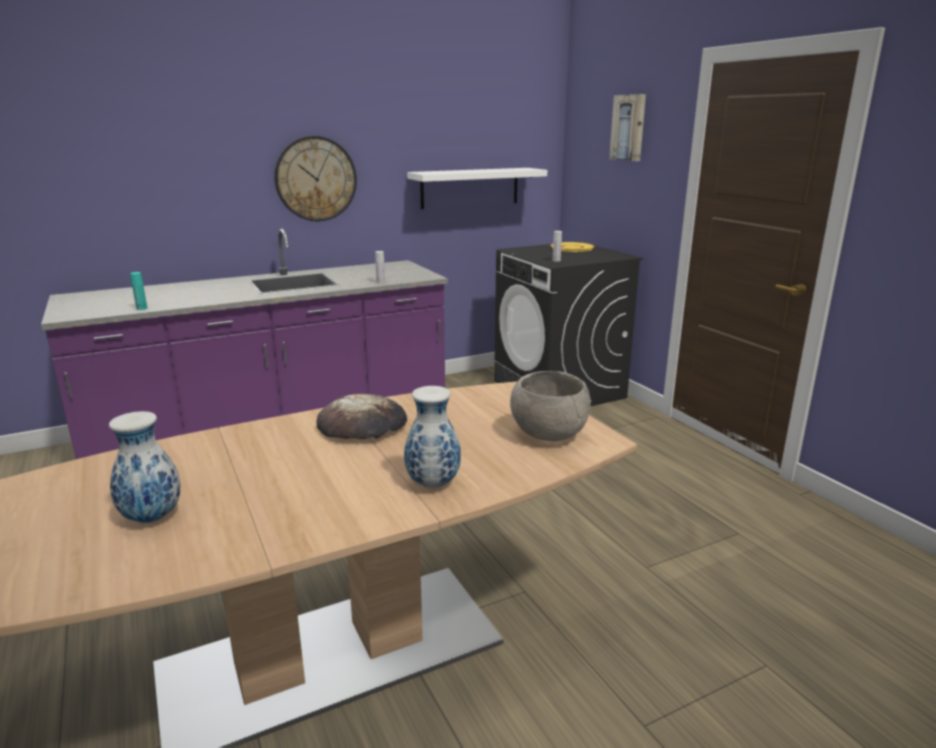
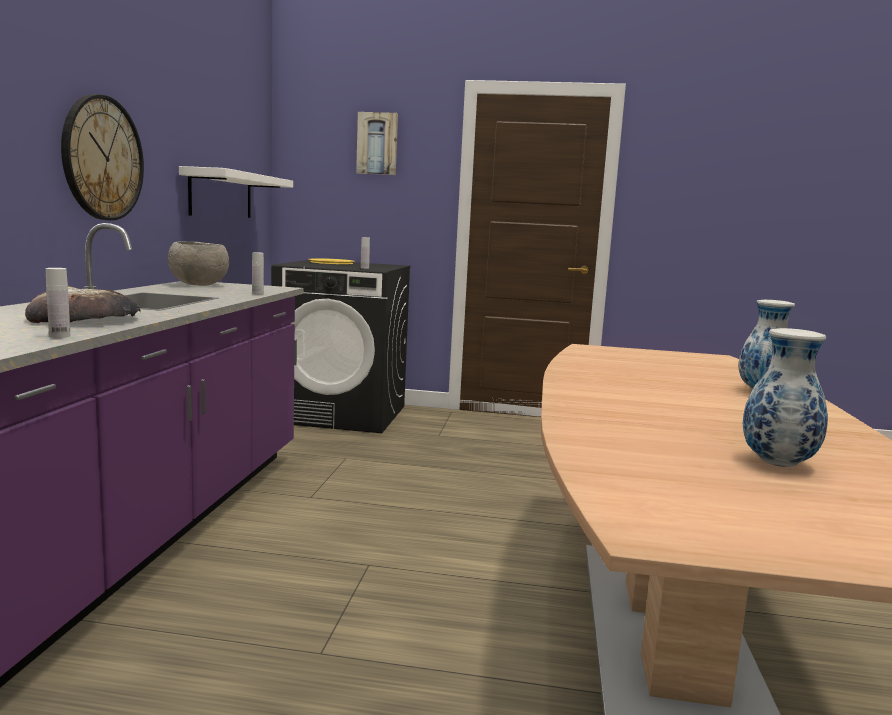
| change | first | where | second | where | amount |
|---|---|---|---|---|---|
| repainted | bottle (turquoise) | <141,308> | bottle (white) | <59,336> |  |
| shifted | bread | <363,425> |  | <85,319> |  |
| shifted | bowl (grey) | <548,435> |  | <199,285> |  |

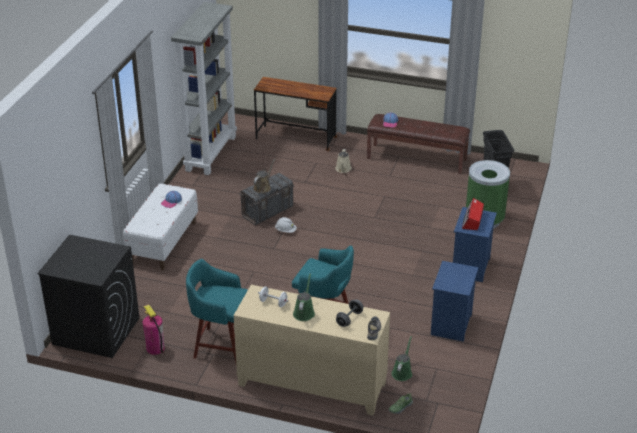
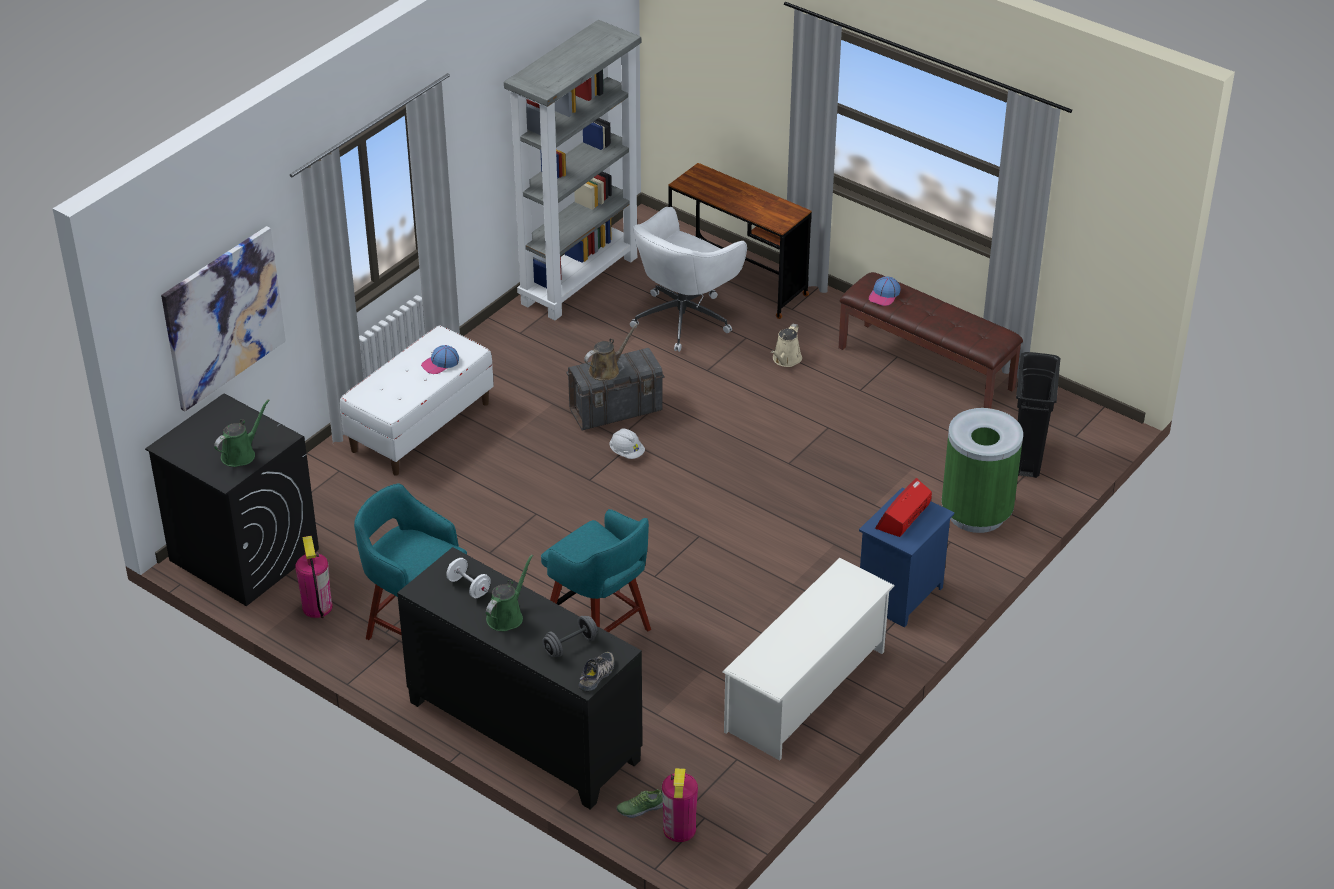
| change | first | where | second | where | amount |
|---|---|---|---|---|---|
| repainted | cabinet (beige) | <311,384> | cabinet (black) | <522,732> |  |
| shifted | watering can (green) | <402,372> |  | <241,454> |  |
| swapped | nightstand (blue) | <452,325> | shoe rack (white) | <806,691> |  |
| new |  |  | picture | <223,317> |  |
| new |  |  | office chair (white) | <684,318> |  |
| new |  |  | fire extinguisher | <679,829> |  |

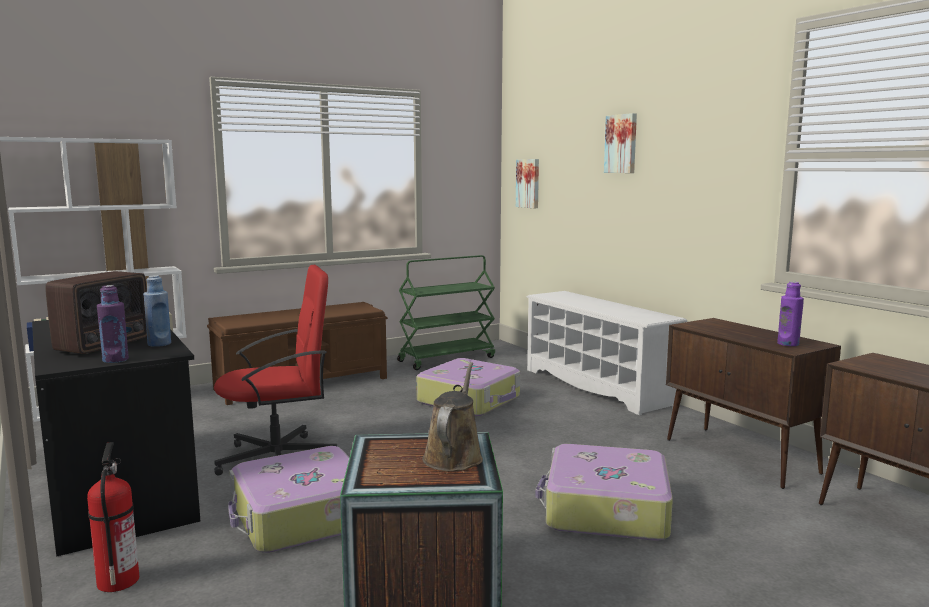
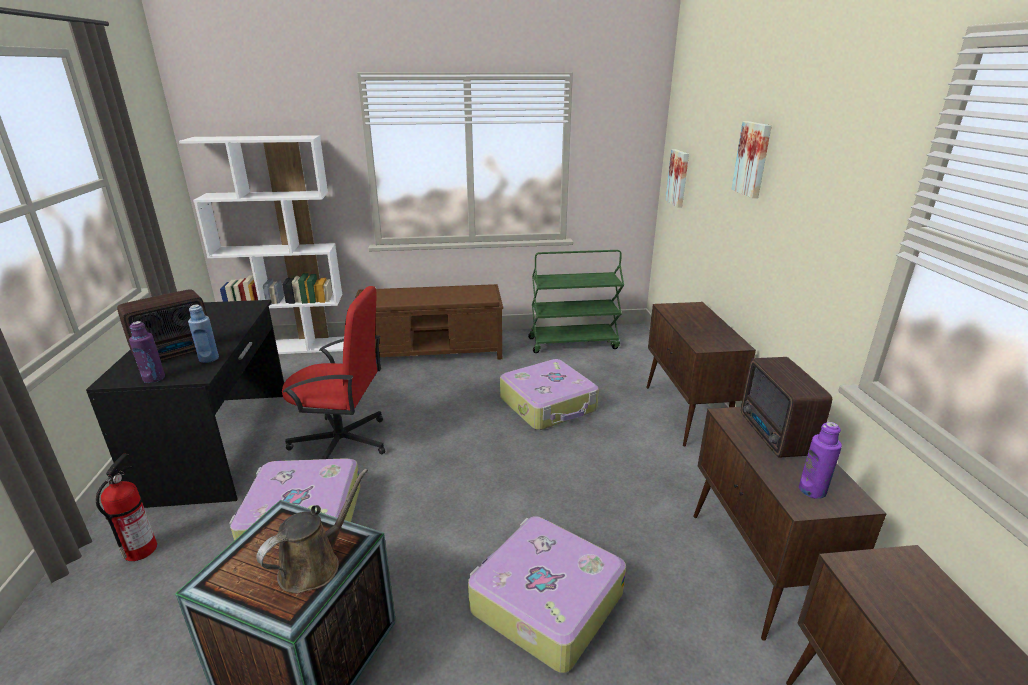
| change | first | where | second | where | amount |
|---|---|---|---|---|---|
| swapped | shoe rack (white) | <598,386> | cabinet (brown) | <686,414> |  |
| new |  |  | radio | <774,436> |  |

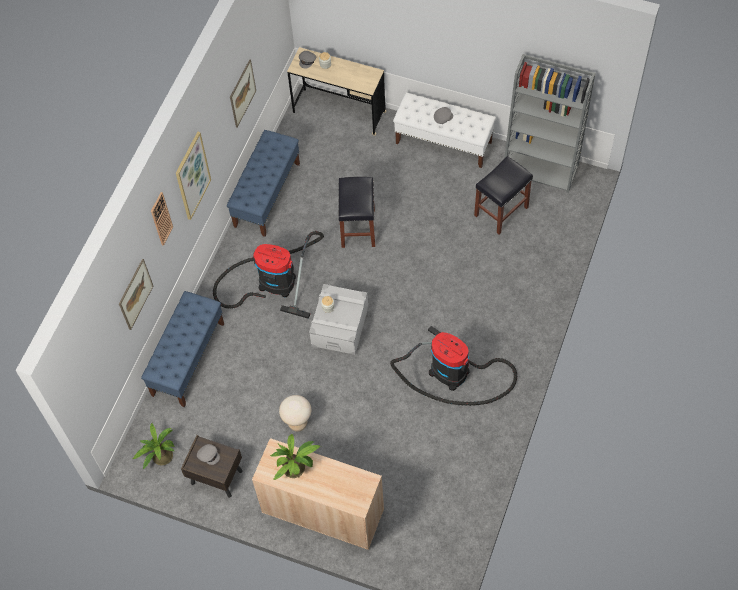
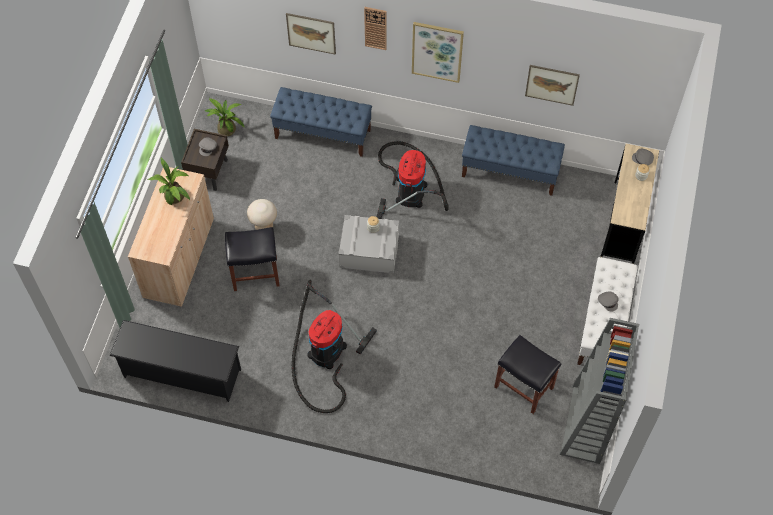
| change | first | where | second | where | amount |
|---|---|---|---|---|---|
| shifted | stool (black) | <358,229> |  | <254,274> |  |
| new |  |  | shoe rack (black) | <181,373> |  |

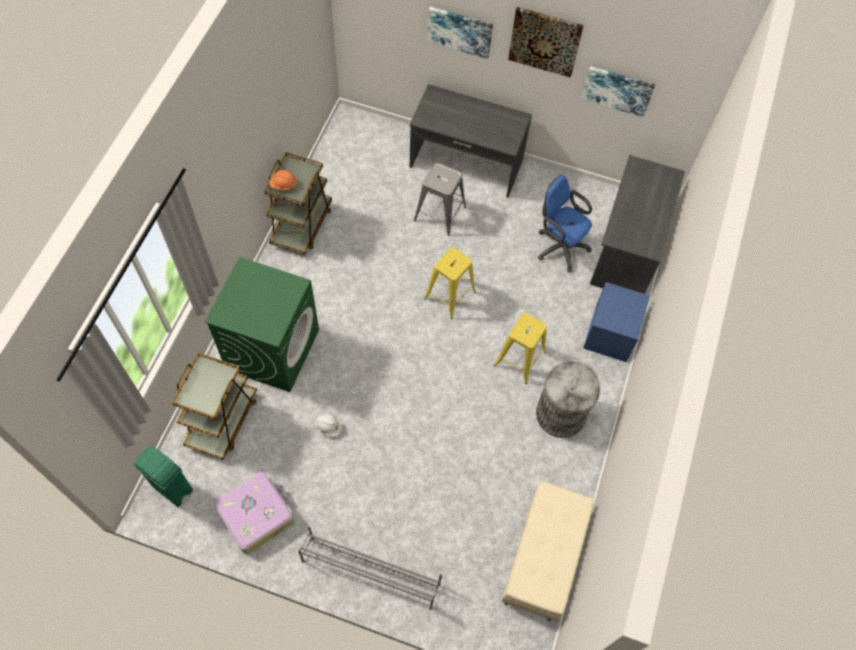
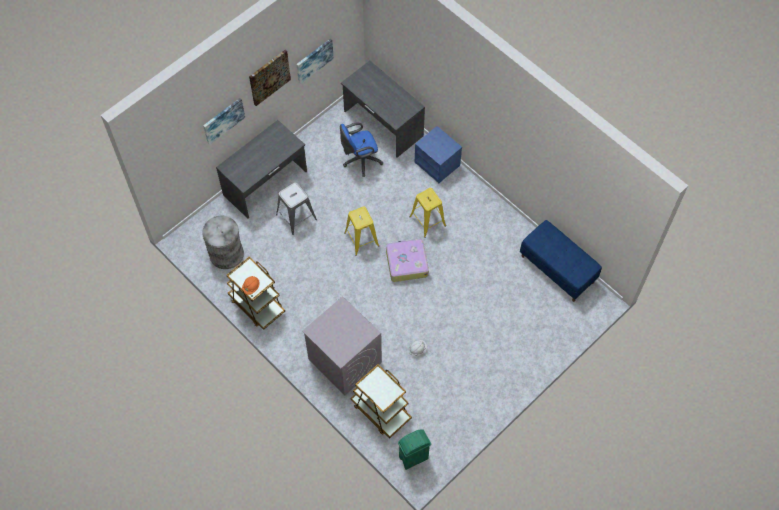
| change | first | where | second | where | amount |
|---|---|---|---|---|---|
| repainted | washing machine (green) | <273,349> | washing machine (grey) | <344,360> |  |
| shifted | suitcase | <256,514> |  | <406,263> |  |
| gone | shoe rack (grey) | <370,572> |  |  |  |
| repainted | bench (beige) | <543,559> | bench (blue) | <557,269> |  |
| shifted | trash can (grey) | <561,414> |  | <226,254> |  |

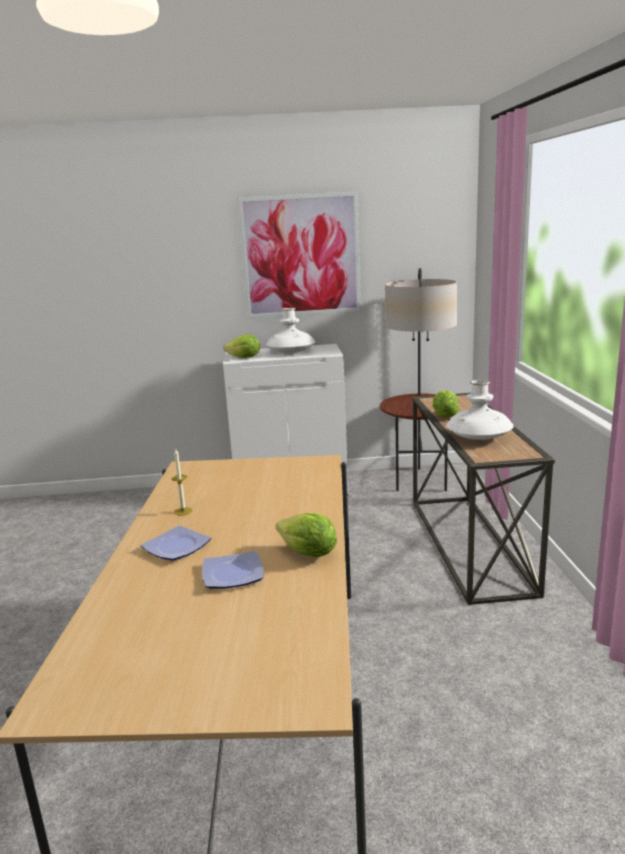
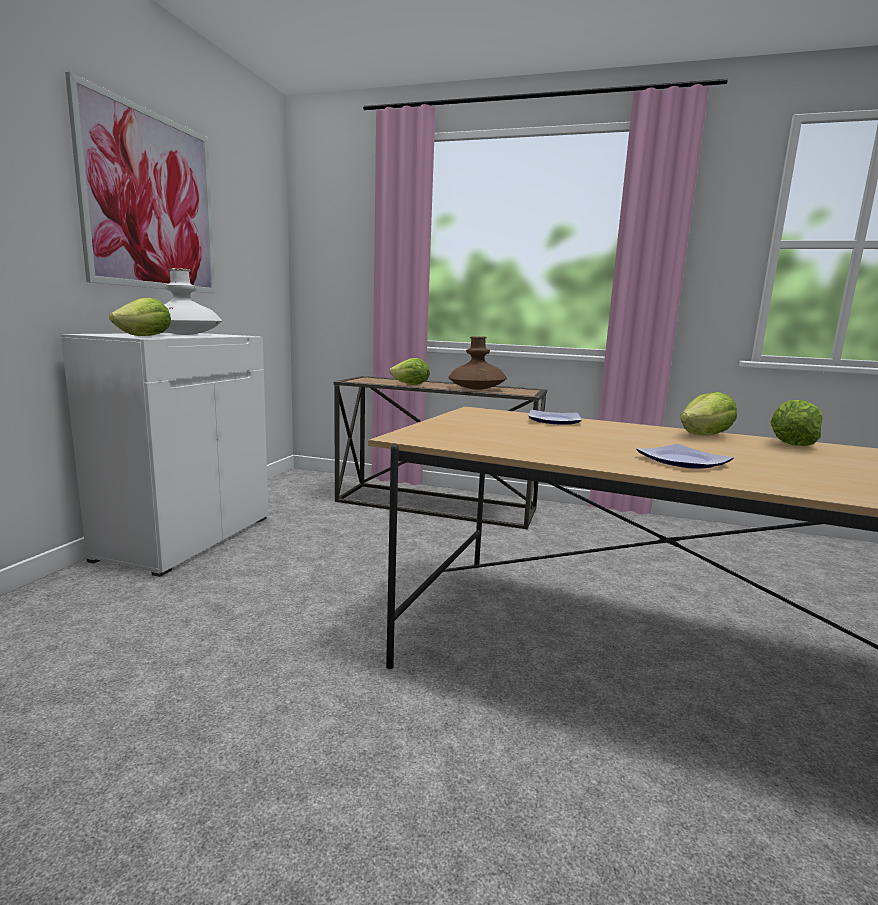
| change | first | where | second | where | amount |
|---|---|---|---|---|---|
| gone | candle | <183,511> |  |  |  |
| shifted | plate | <234,573> |  | <553,421> |  |
| gone | floor lamp | <420,481> |  |  |  |
| repainted | vase (white) | <479,437> | vase (brown) | <476,389> |  |
| new |  |  | lettuce | <792,445> |  |

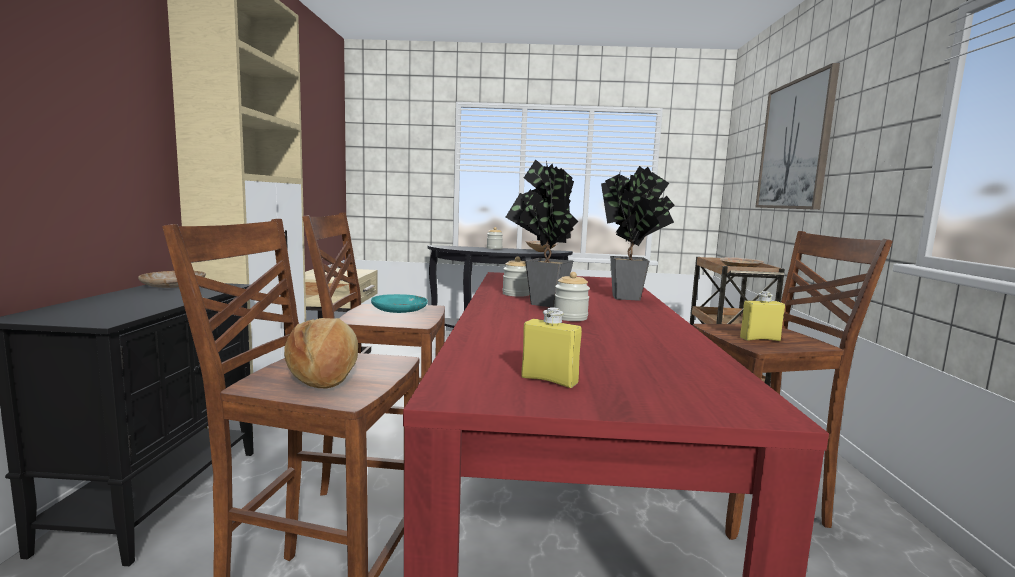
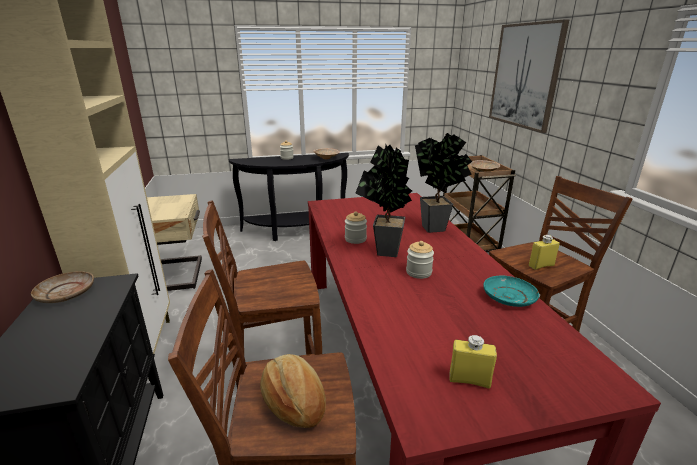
| change | first | where | second | where | amount |
|---|---|---|---|---|---|
| shifted | plate (turquoise) | <399,310> |  | <508,297> |  |

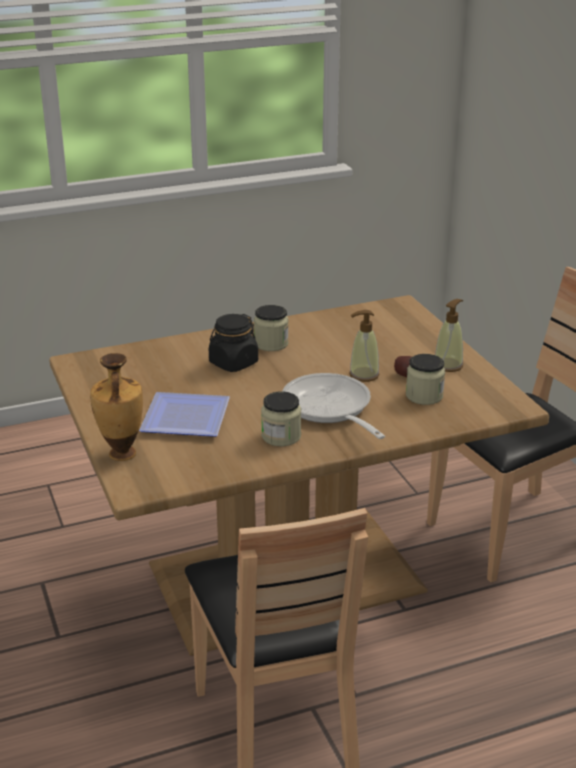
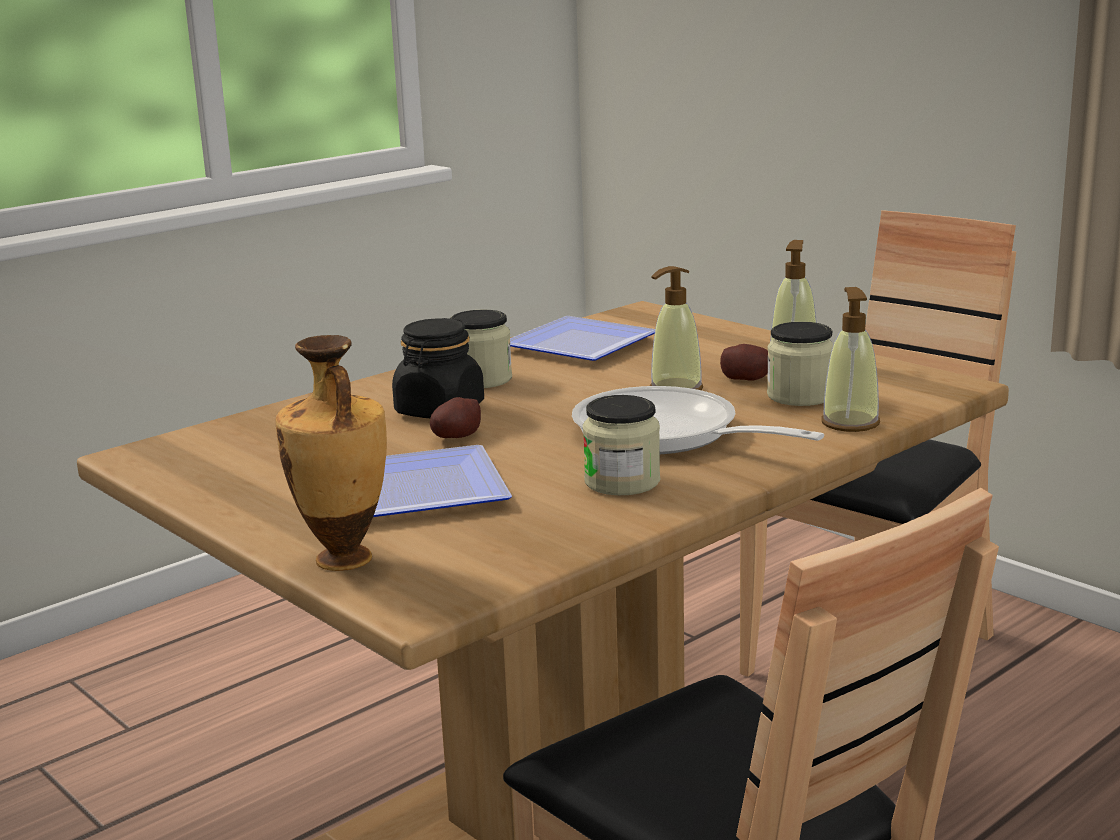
| change | first | where | second | where | amount |
|---|---|---|---|---|---|
| new |  |  | potato | <456,436> |  |
| new |  |  | plate | <581,347> |  |
| new |  |  | soap dispenser | <850,423> |  |

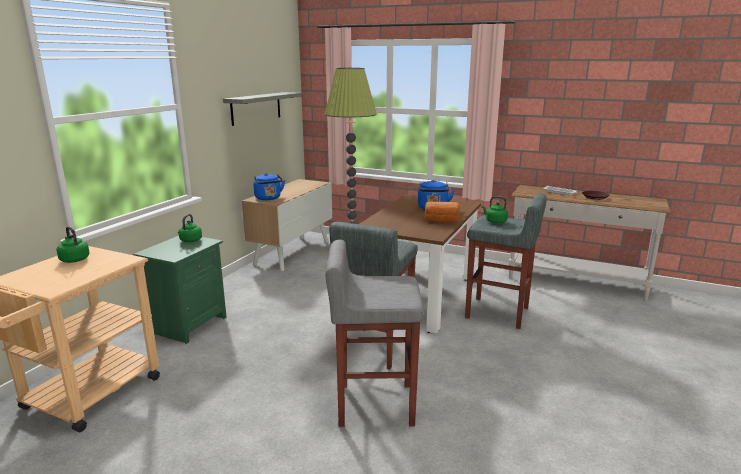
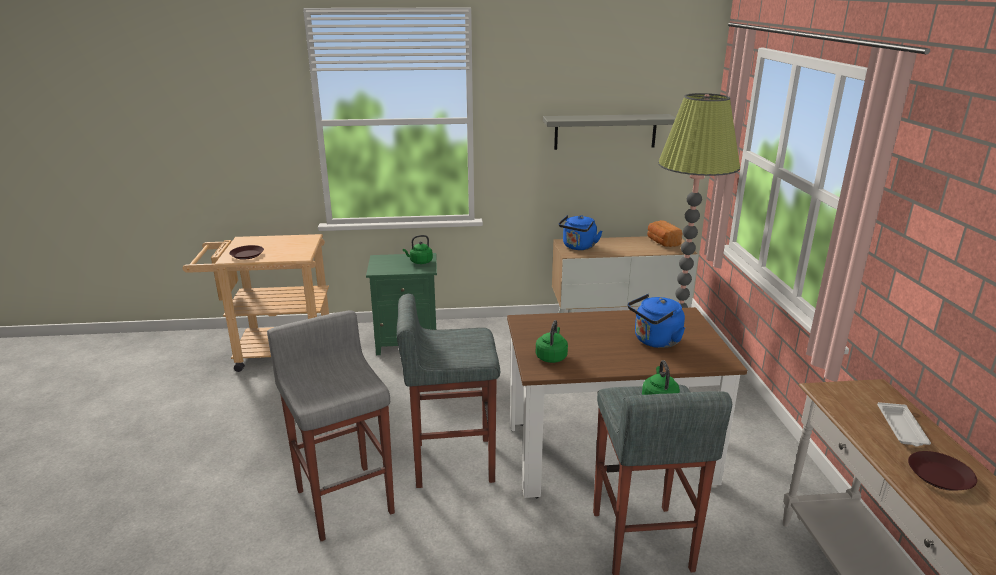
| change | first | where | second | where | amount |
|---|---|---|---|---|---|
| shifted | kettle (green) | <74,259> |  | <551,356> |  |
| shifted | bread | <441,221> |  | <662,242> |  |
| new |  |  | plate (brown) | <247,255> |  |

